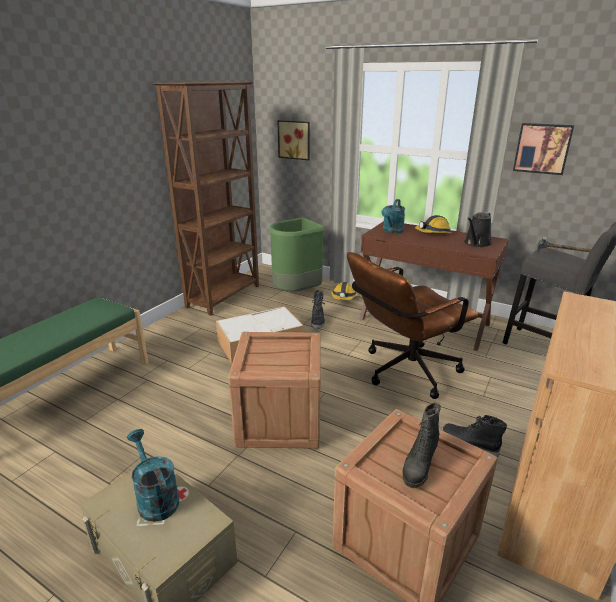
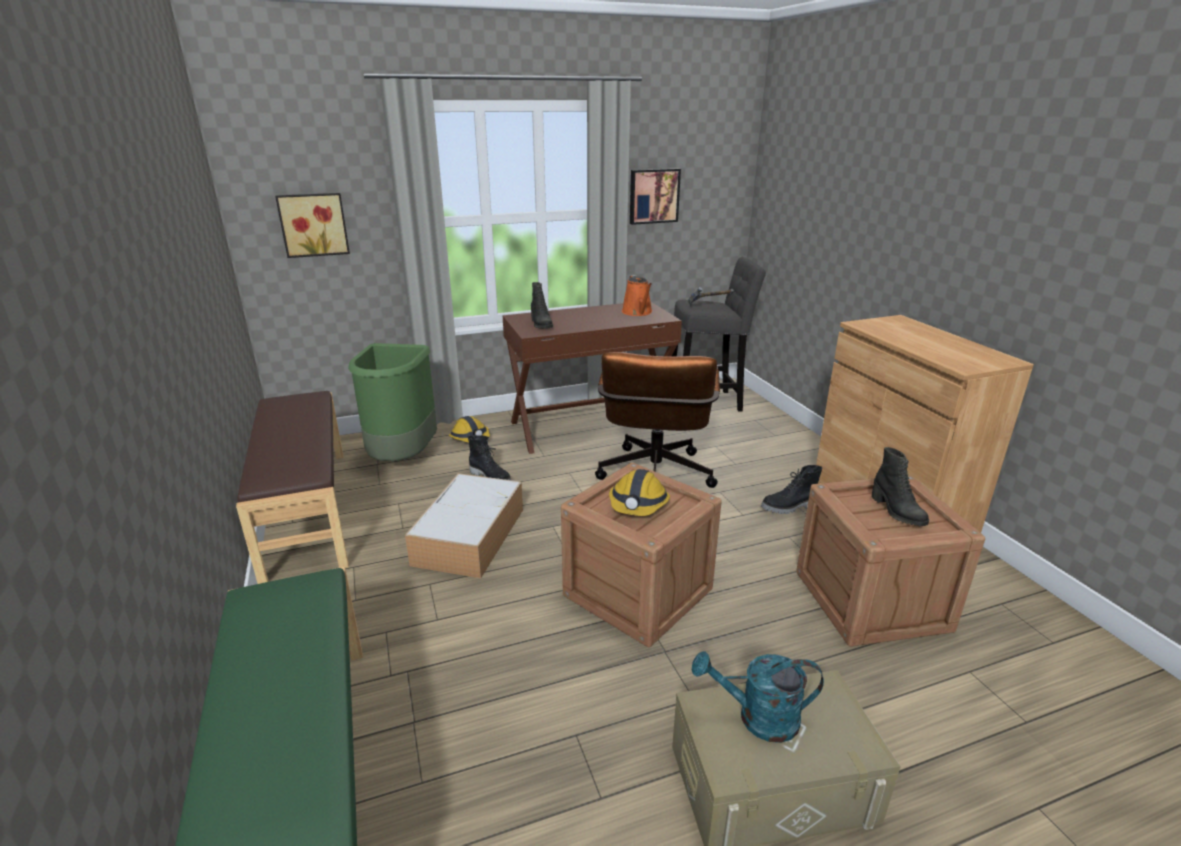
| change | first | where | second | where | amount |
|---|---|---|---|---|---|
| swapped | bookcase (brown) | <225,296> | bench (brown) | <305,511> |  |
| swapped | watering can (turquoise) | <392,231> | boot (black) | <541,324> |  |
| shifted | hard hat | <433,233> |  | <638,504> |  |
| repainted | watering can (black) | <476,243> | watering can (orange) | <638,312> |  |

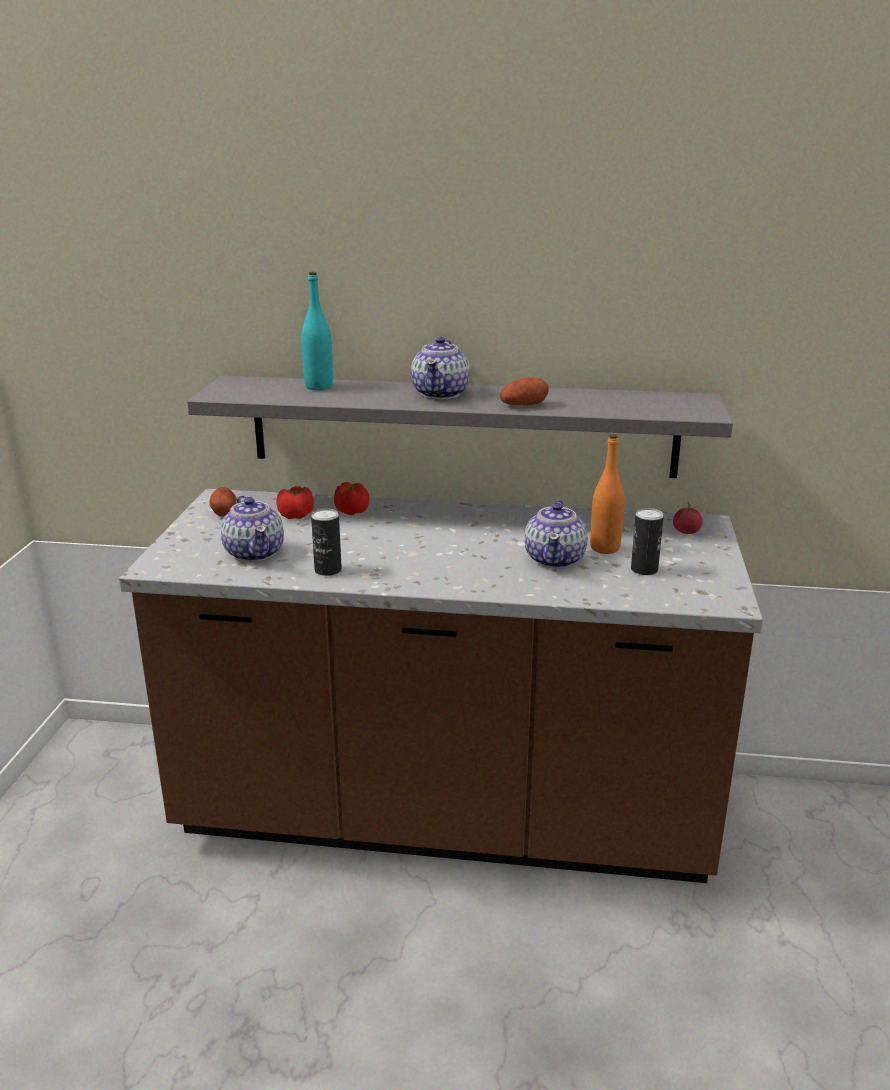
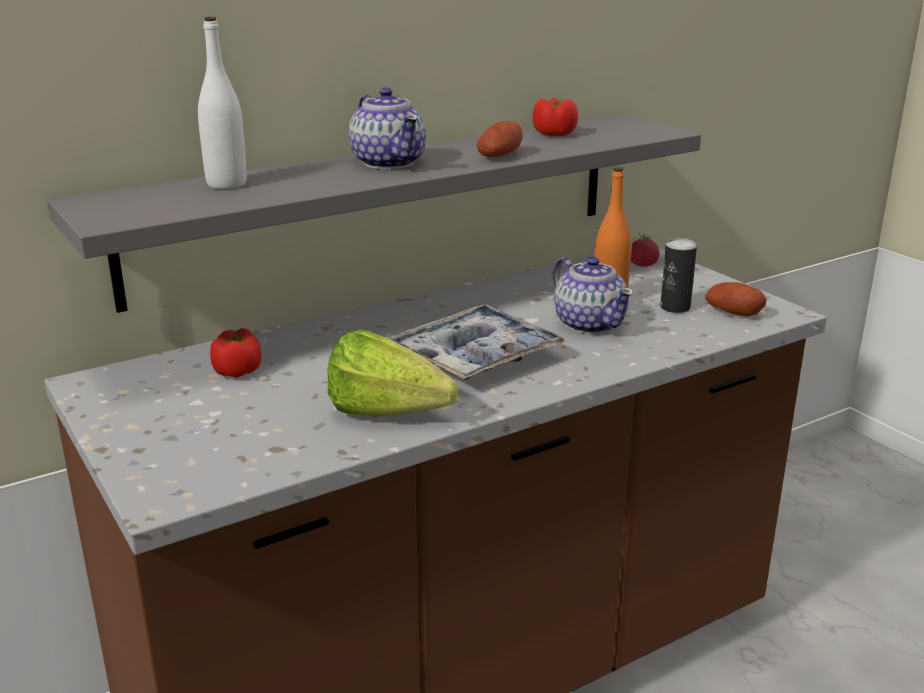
| change | first | where | second | where | amount |
|---|---|---|---|---|---|
| shifted | potato | <224,512> |  | <733,313> |  |
| gone | teapot | <255,553> |  |  |  |
| repainted | bottle (turquoise) | <319,387> | bottle (white) | <226,184> |  |
| swapped | can | <328,570> | lettuce | <395,416> |  |
| shifted | tomato | <352,511> |  | <554,134> |  |
| new |  |  | tray | <475,356> |  |

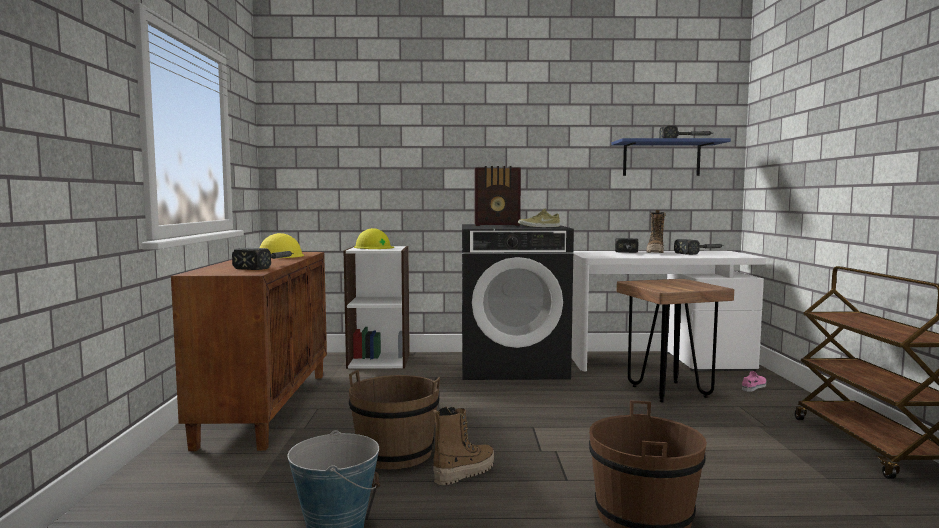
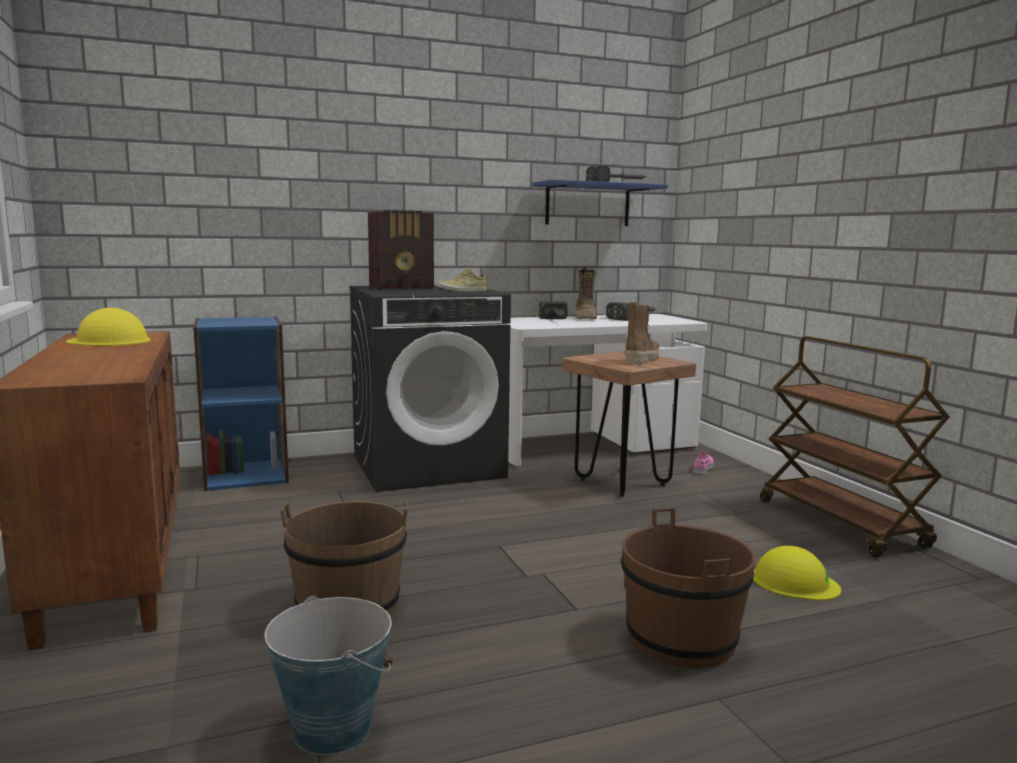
| change | first | where | second | where | amount |
|---|---|---|---|---|---|
| gone | hammer | <270,265> |  |  |  |
| repainted | bookcase (white) | <379,360> | bookcase (blue) | <246,474> |  |
| shifted | hard hat (yellow) | <374,247> |  | <794,582> |  |
| shifted | boot | <464,472> |  | <641,360> |  |

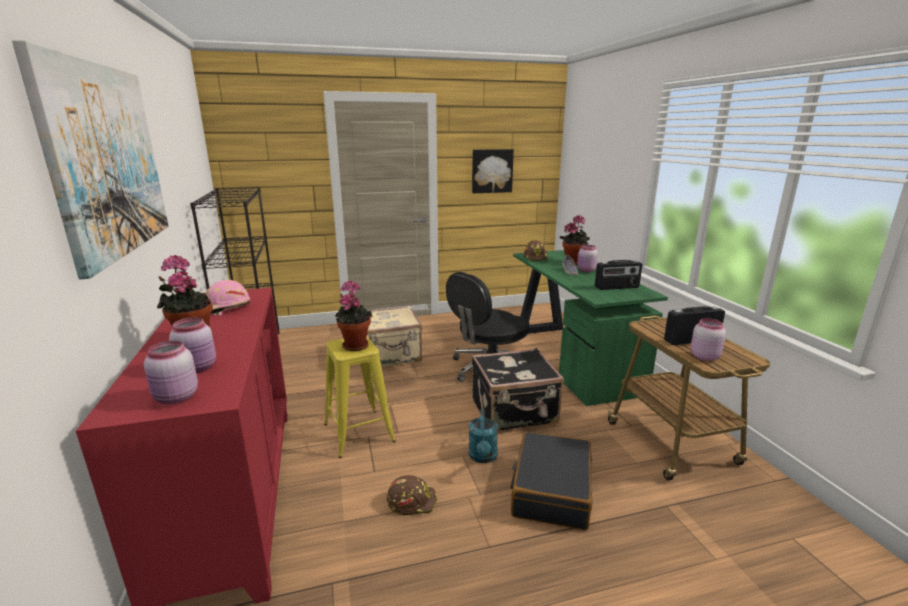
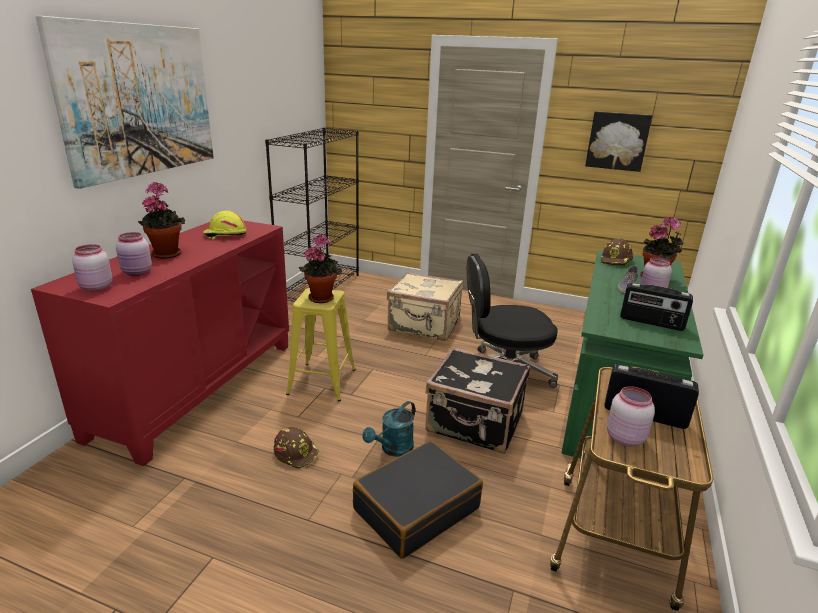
| change | first | where | second | where | amount |
|---|---|---|---|---|---|
| repainted | hard hat (pink) | <225,308> | hard hat (yellow) | <225,235> |  |

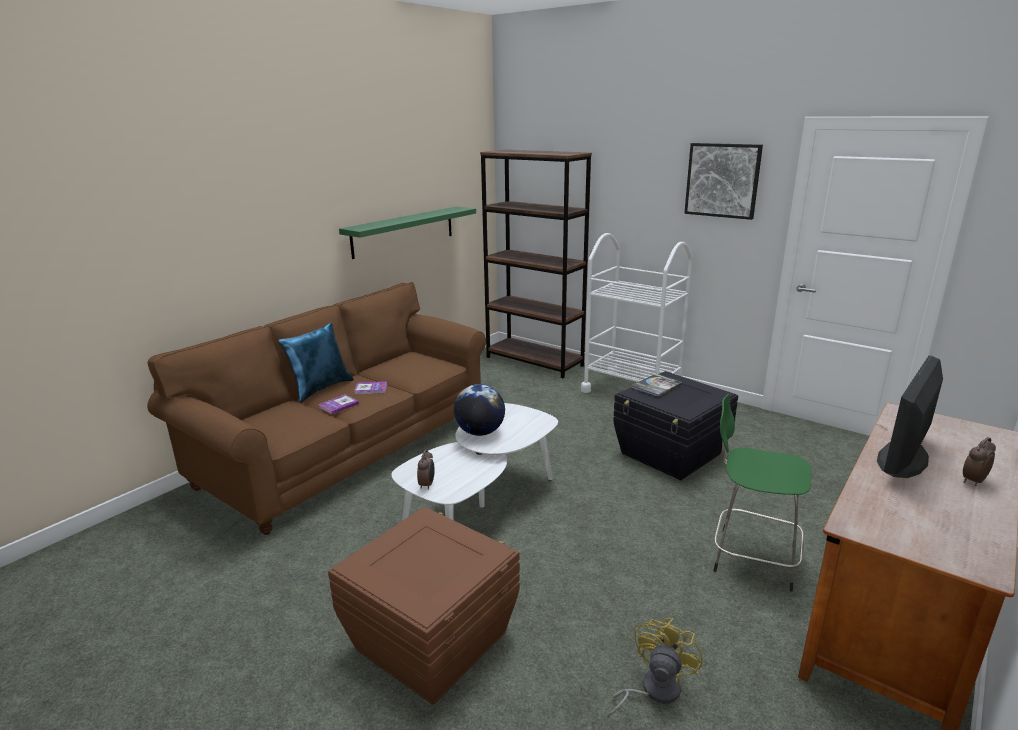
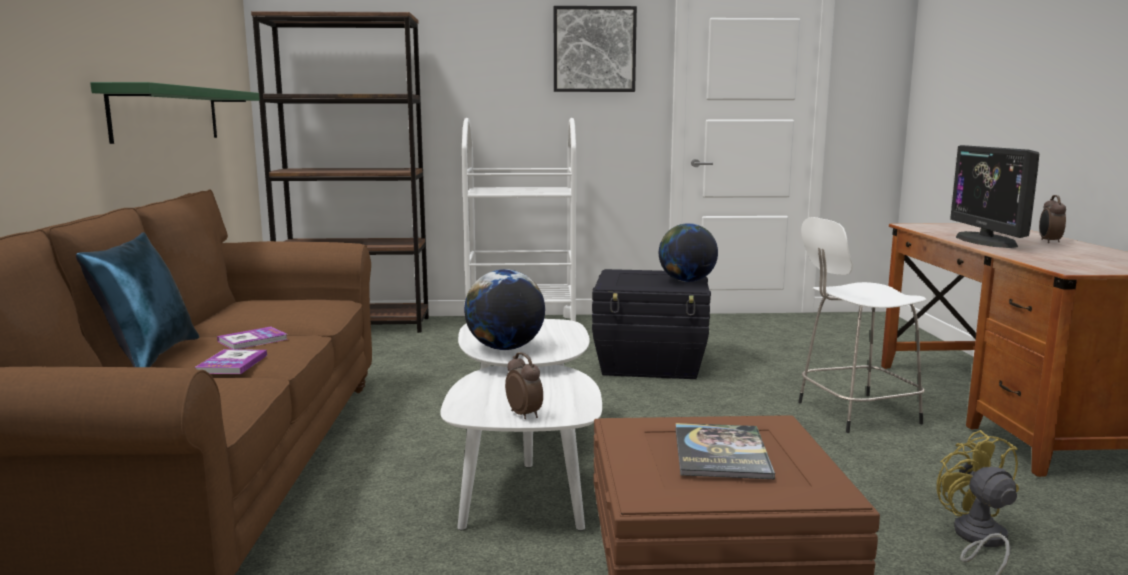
| change | first | where | second | where | amount |
|---|---|---|---|---|---|
| shifted | book | <656,386> |  | <721,452> |  |
| repainted | stool (green) | <751,557> | stool (white) | <854,413> |  |
| new |  |  | globe | <686,281> |  |

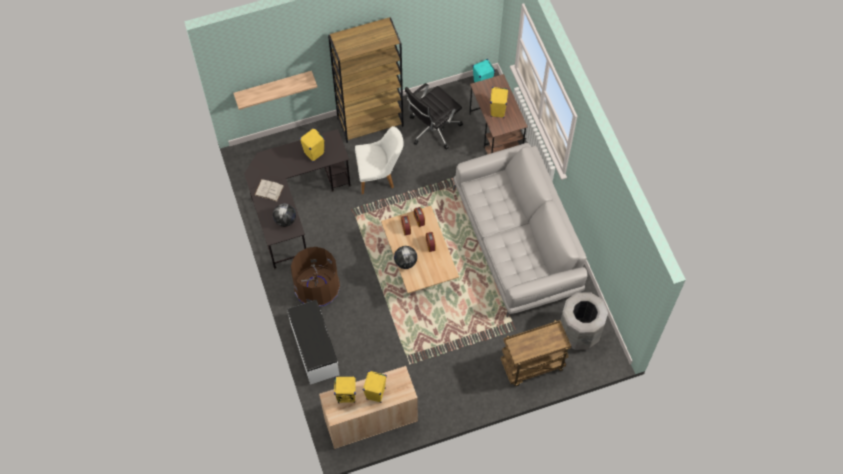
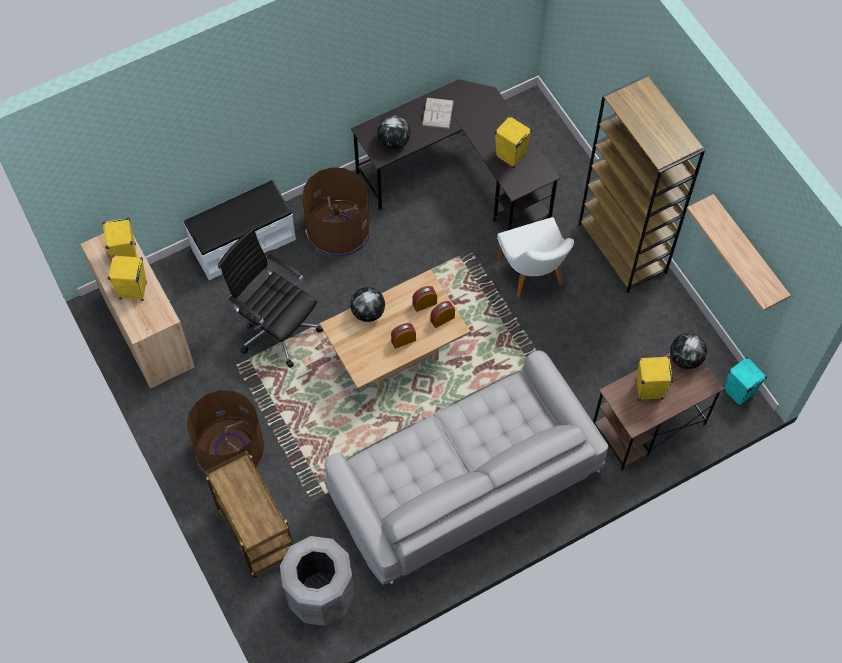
| change | first | where | second | where | amount |
|---|---|---|---|---|---|
| shifted | shelf | <273,86> |  | <748,251> |  |
| shifted | office chair (black) | <432,129> |  | <276,328> |  |
| new |  |  | trash can (brown) | <230,450> |  |
| new |  |  | globe | <685,358> |  |

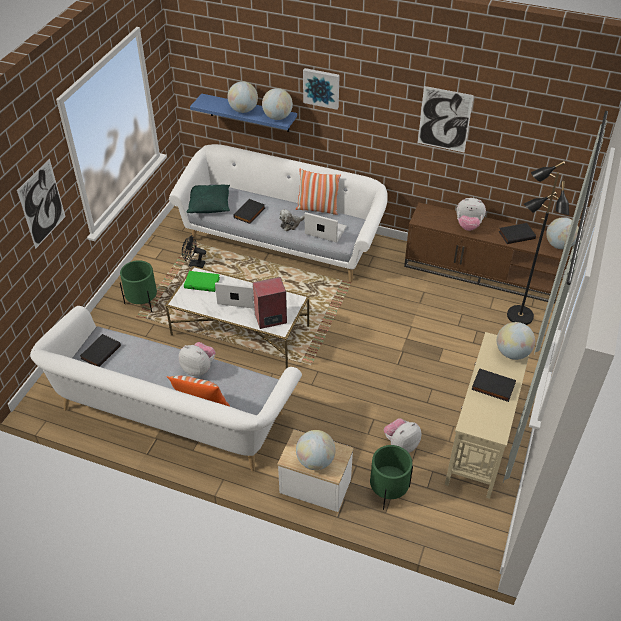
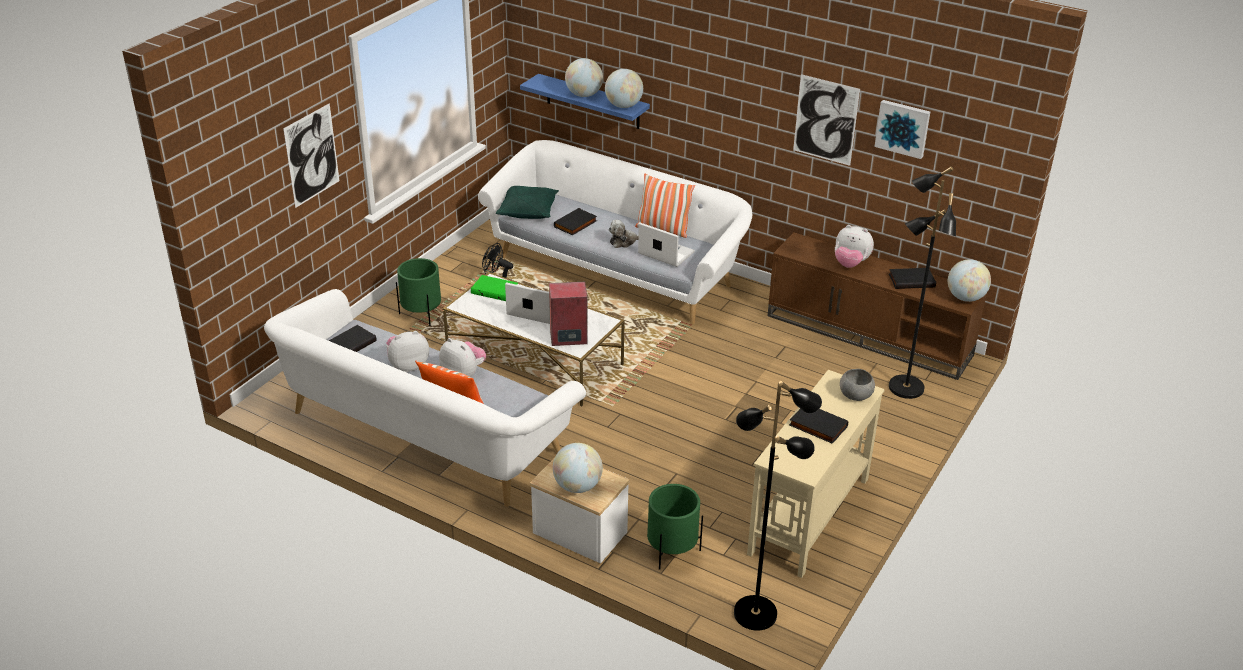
| change | first | where | second | where | amount |
|---|---|---|---|---|---|
| shifted | picture | <321,87> |  | <903,128> |  |
| shifted | plush toy | <401,444> |  | <408,365> |  |
| swapped | globe | <512,353> | bowl (grey) | <855,395> |  |
| new |  |  | floor lamp (black) | <756,613> |  |

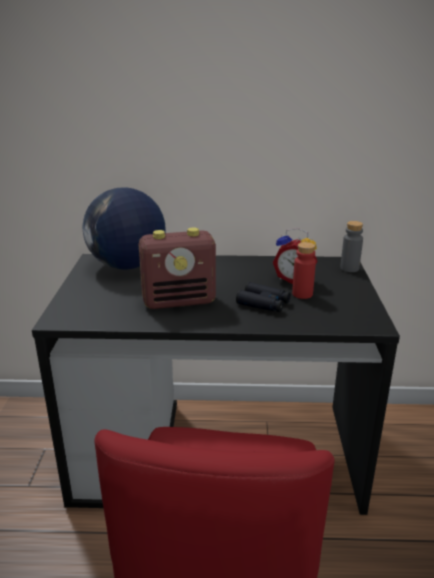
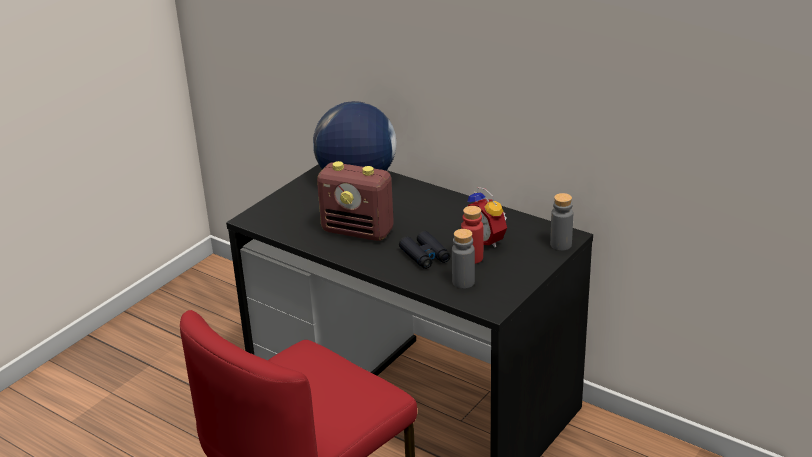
| change | first | where | second | where | amount |
|---|---|---|---|---|---|
| new |  |  | bottle (grey) | <463,282> |  |

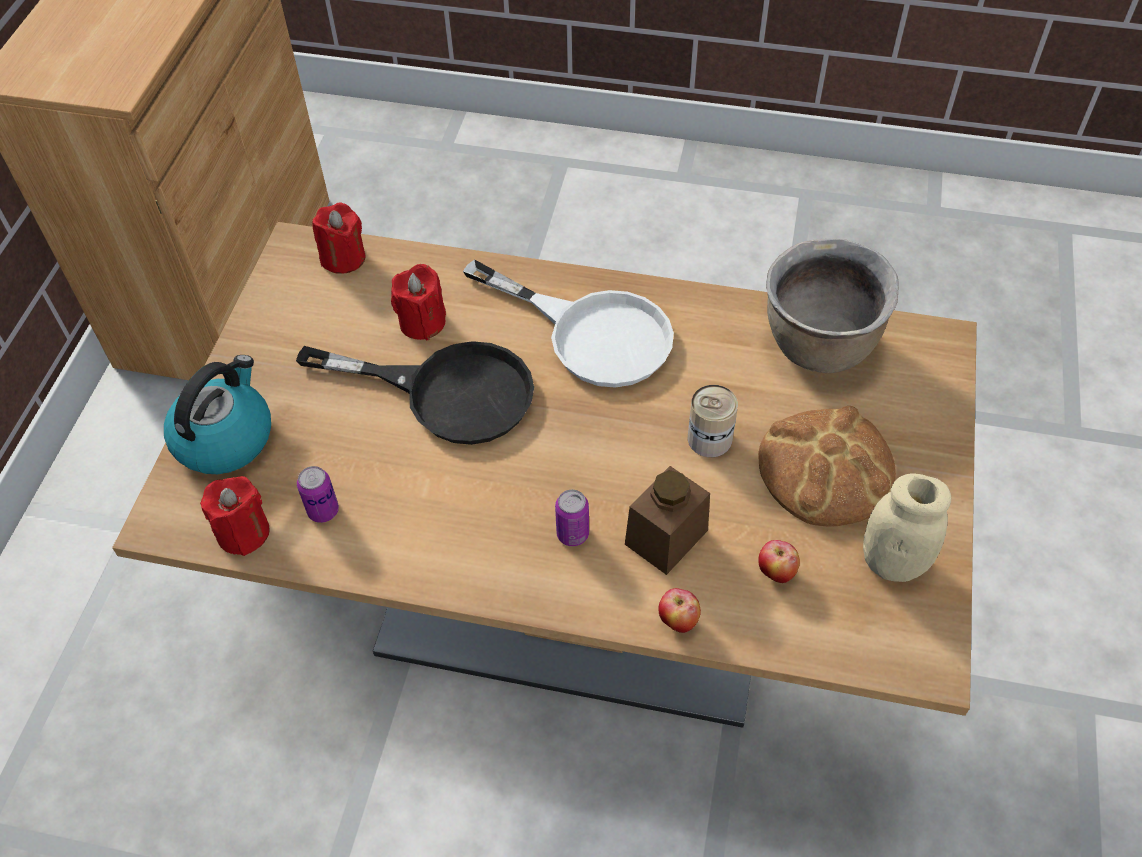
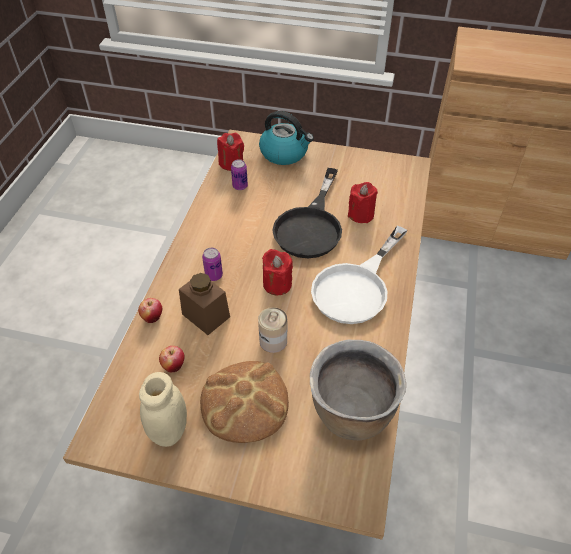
| change | first | where | second | where | amount |
|---|---|---|---|---|---|
| shifted | candle (red) | <343,258> |  | <277,284> |  |

